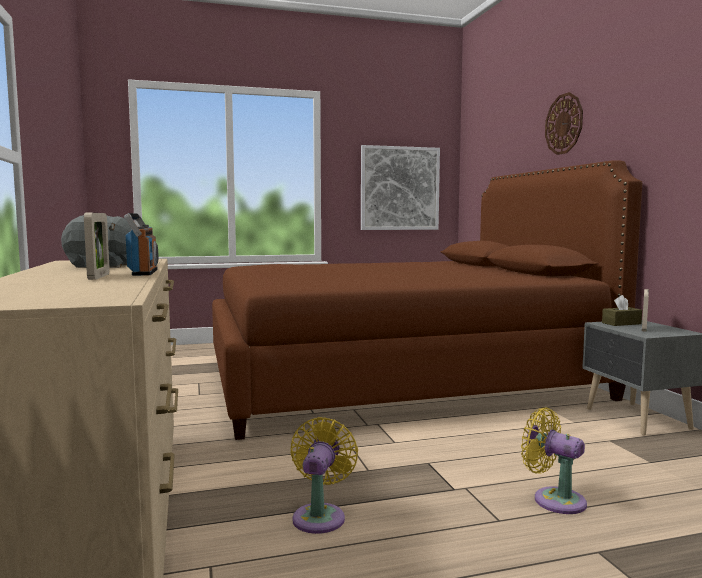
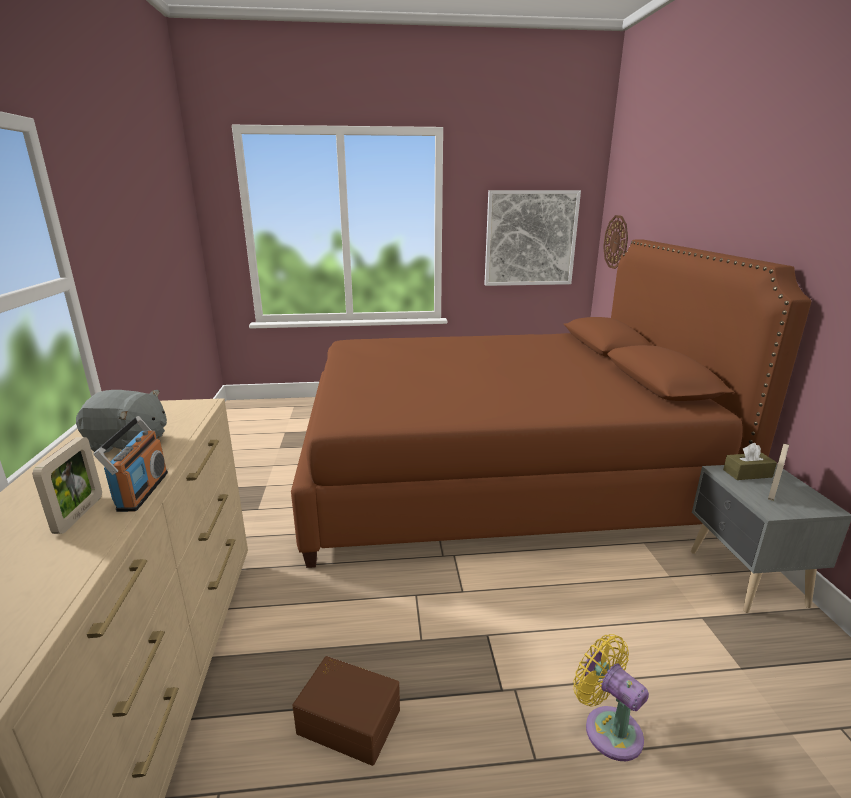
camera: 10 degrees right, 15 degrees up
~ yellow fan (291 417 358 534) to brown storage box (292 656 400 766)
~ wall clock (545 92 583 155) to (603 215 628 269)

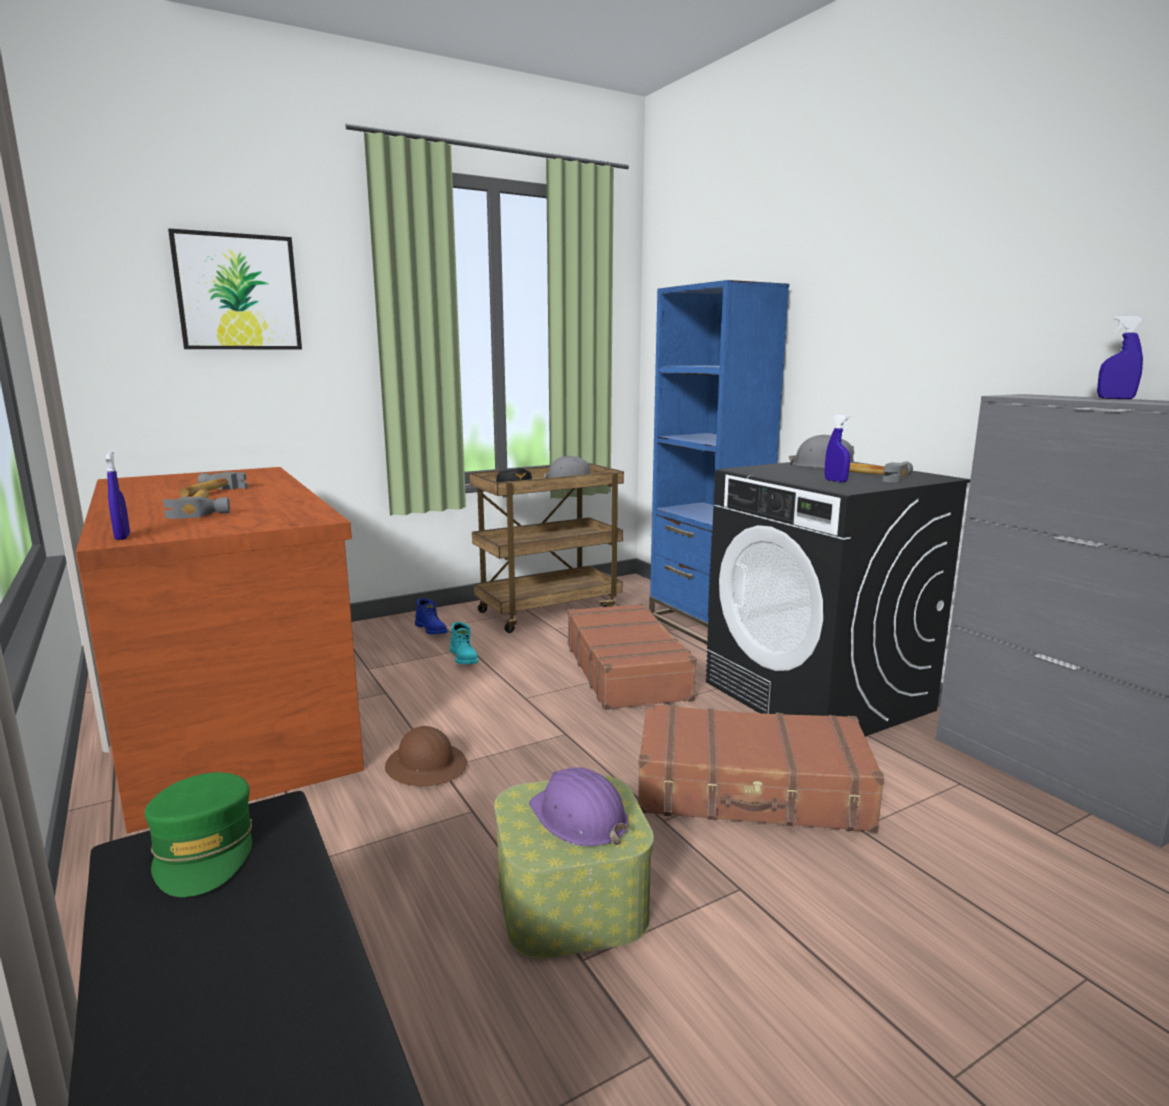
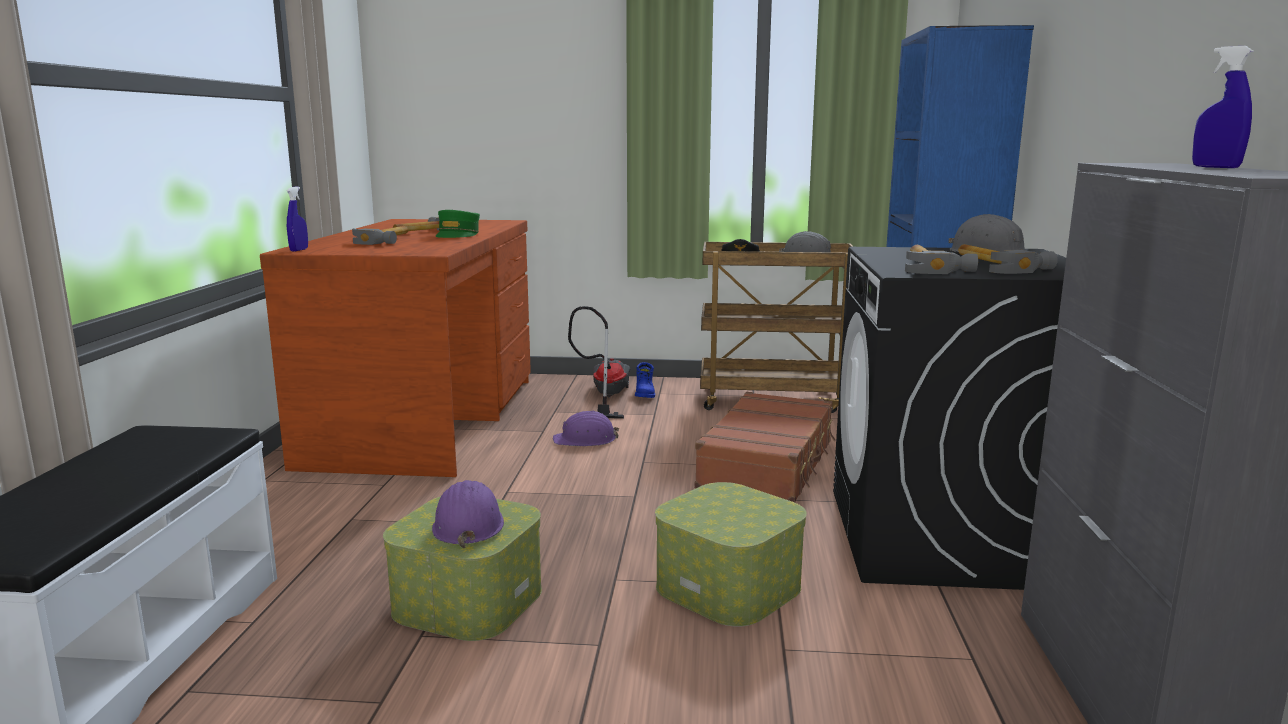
camera: 35 degrees right, 0 degrees up
~ green cap (145 772 252 897) to (435 210 480 238)
- picture (168 228 302 350)
- brown hard hat (385 726 467 787)
- turquoise boot (450 622 478 664)
~ brown suitcase (638 703 884 833) to storage box (655 482 807 627)
~ blue spray bottle (825 414 851 482) to hammer (905 245 978 274)
+ purple hard hat (553 410 619 446)
+ vacuum cleaner (568 306 631 419)

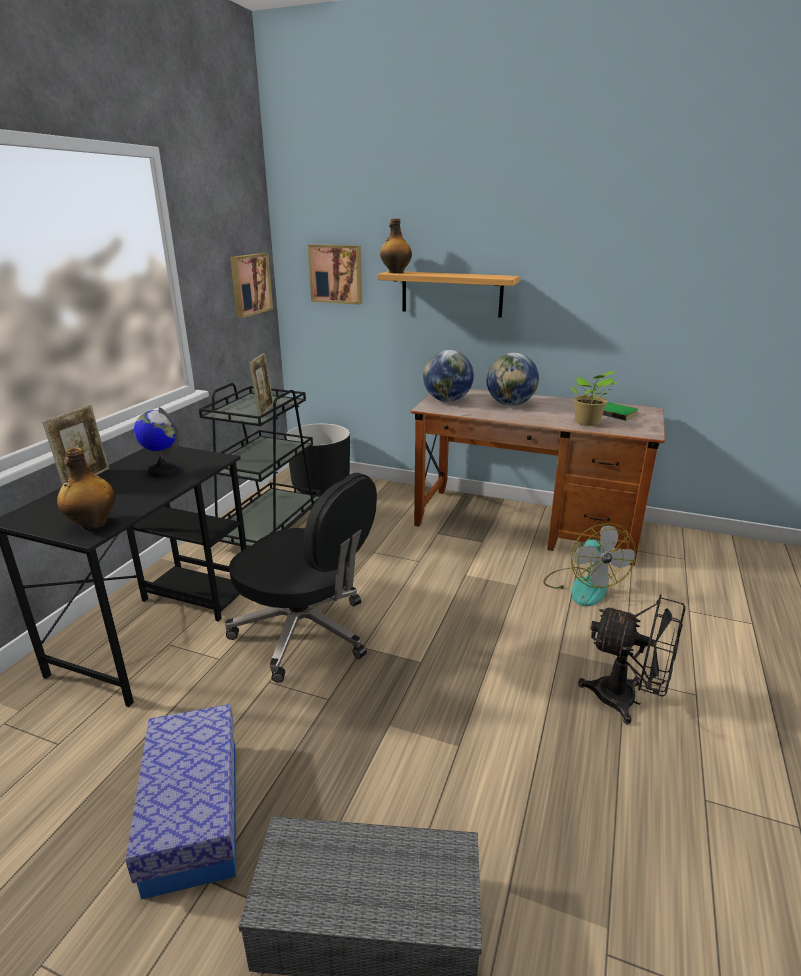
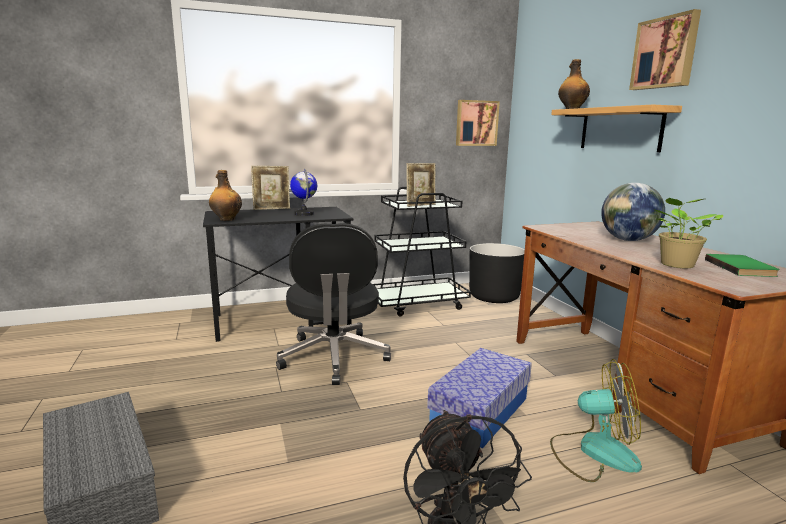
camera: 50 degrees right, 10 degrees down
~ storage box (126 704 236 899) to (427 348 532 449)
~ picture (308 244 362 305) to (629 9 701 90)
- globe (423 350 474 402)
~ fan (543 523 636 606) = (550 359 642 482) 120 degrees counterclockwise

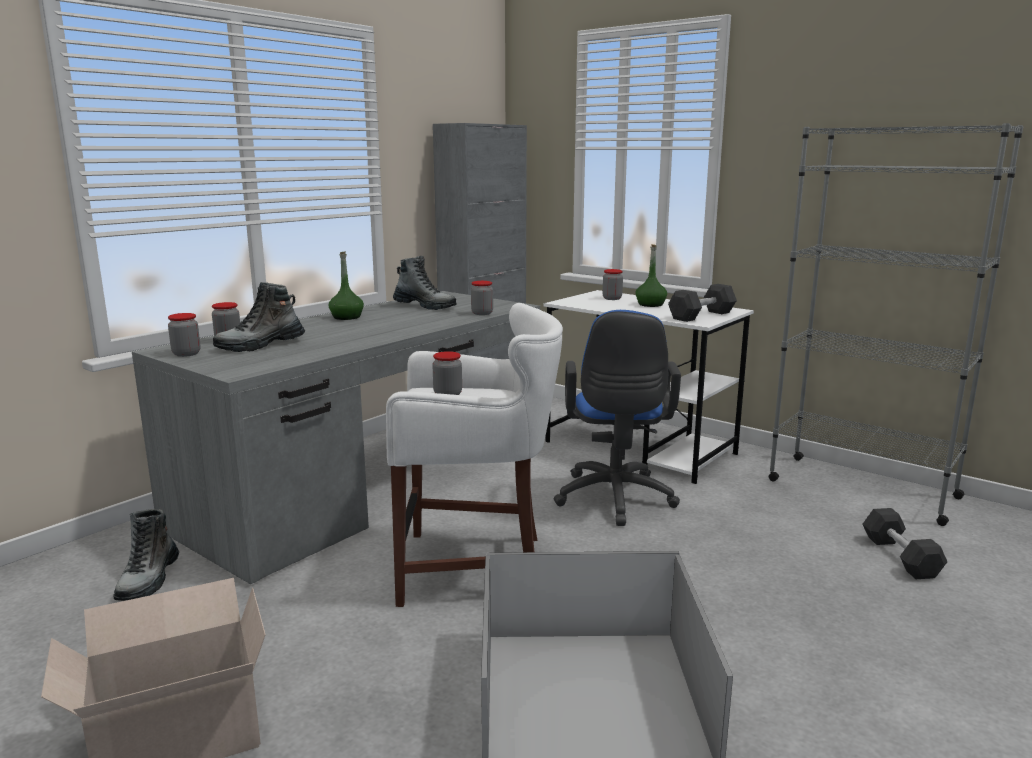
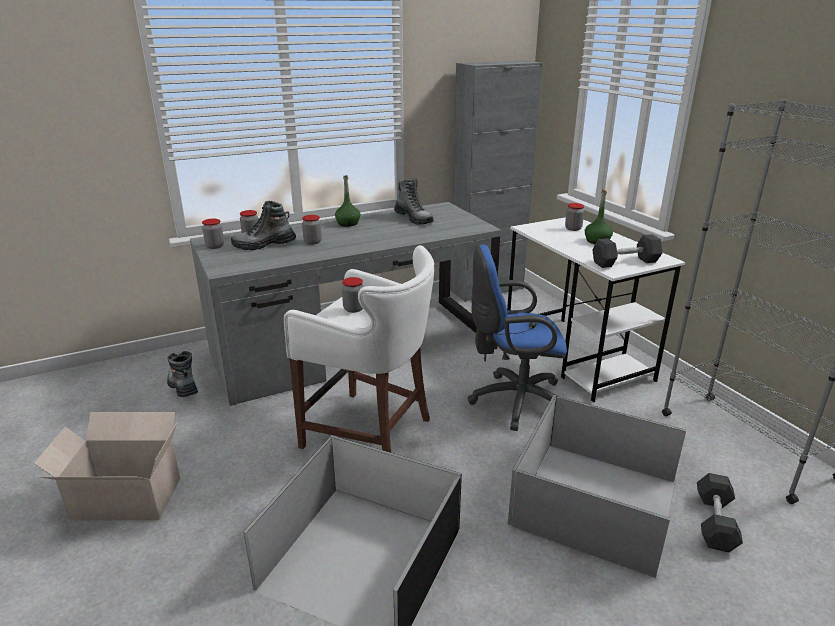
camera: 25 degrees right, 10 degrees up
~ boot (114 509 179 601) = (167 351 198 397) 120 degrees clockwise
~ jar (471 281 493 315) to (302 215 322 244)
~ blue office chair (554 310 681 526) = (468 245 567 431) 60 degrees clockwise
+ grey storage box (508 395 686 578)

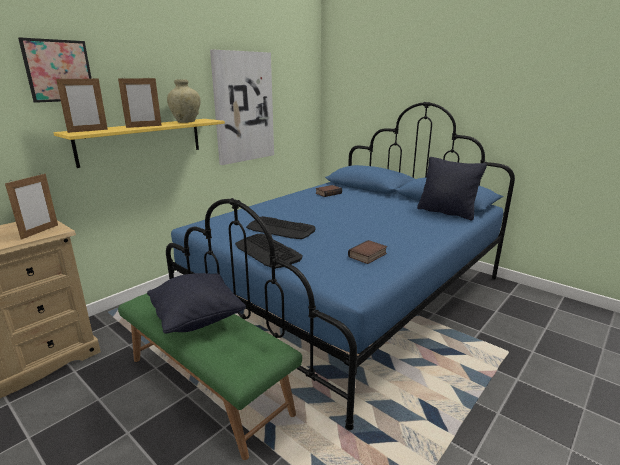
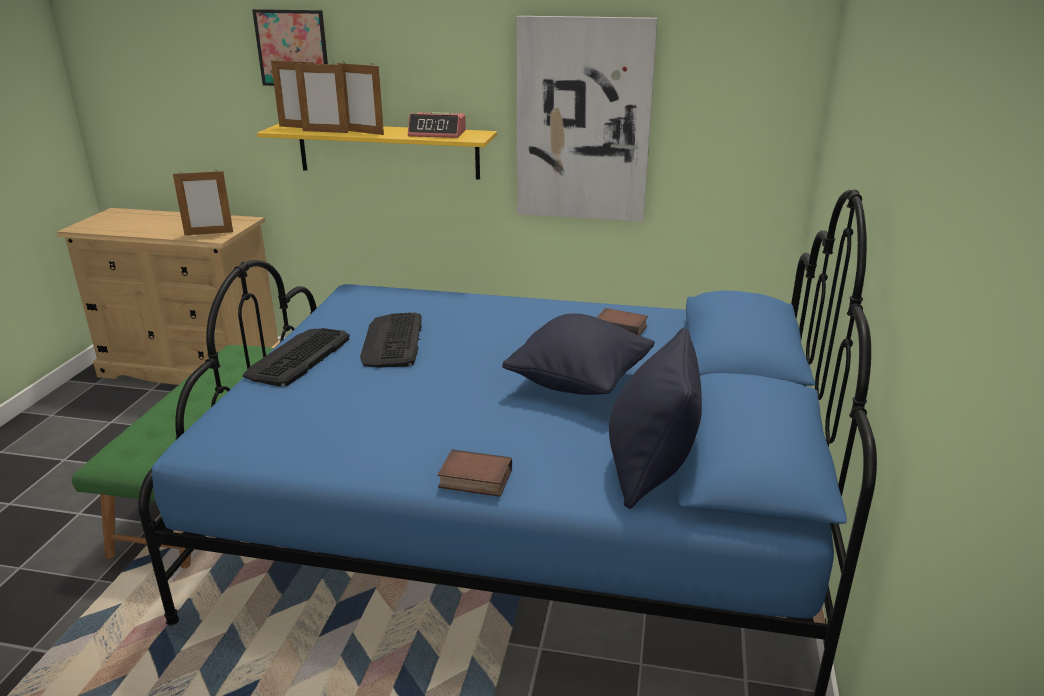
camera: 60 degrees right, 5 degrees up
~ black pillow (147 273 246 334) to (502 313 655 395)
~ beige vase (167 79 201 123) to alarm clock (408 112 466 138)
~ book (348 240 387 264) to (438 449 512 497)
+ picture frame (295 61 348 133)

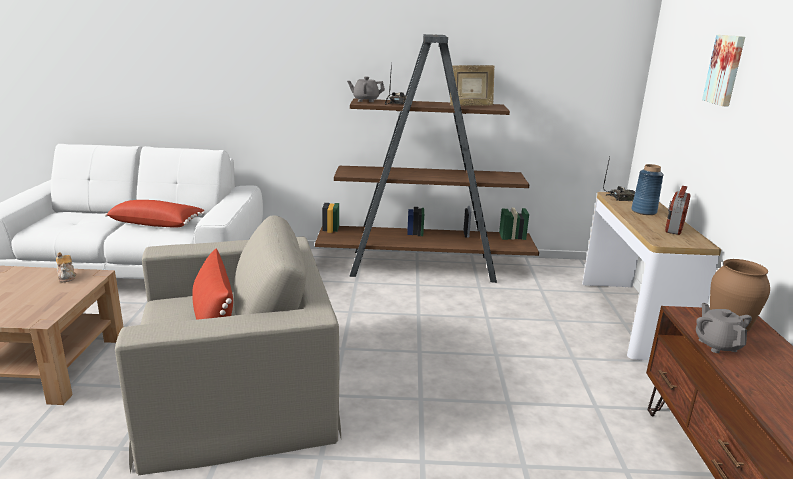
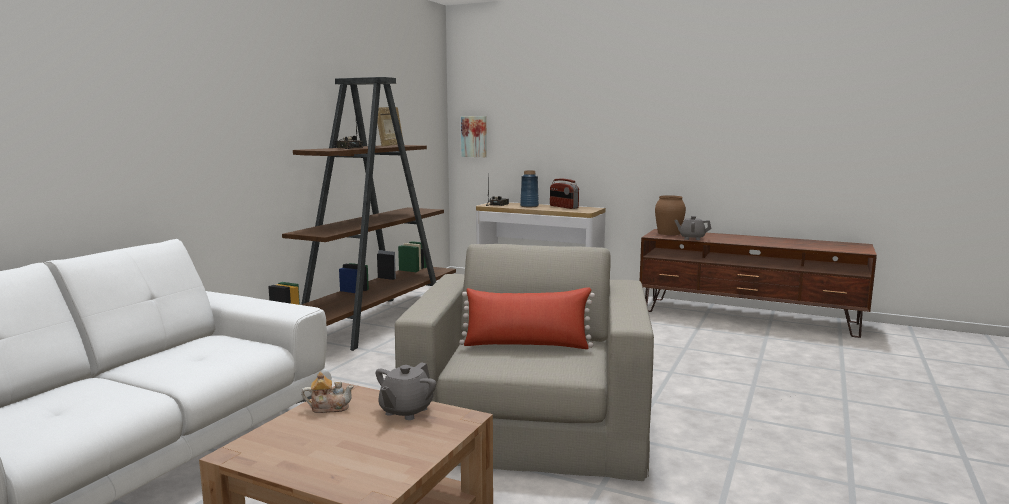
camera: 65 degrees left, 10 degrees down
- red pillow (105 200 205 227)
~ grey teapot (347 77 385 102) to (375 362 436 420)
~ picture (702 35 745 106) to (461 116 487 157)

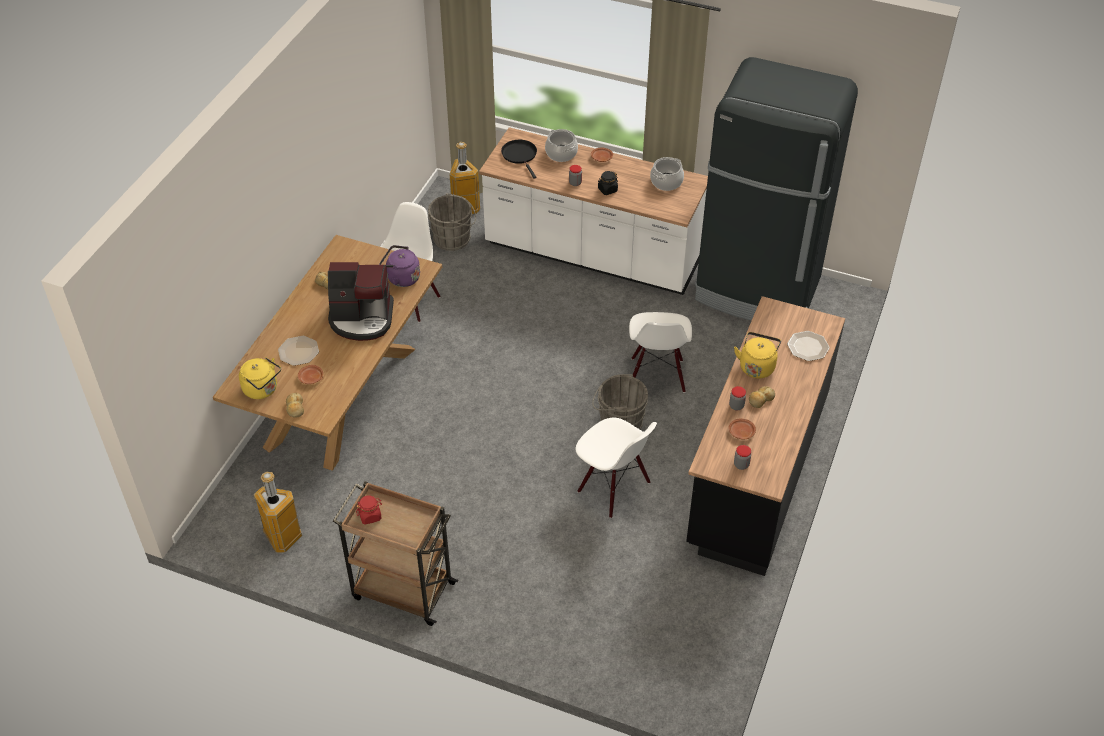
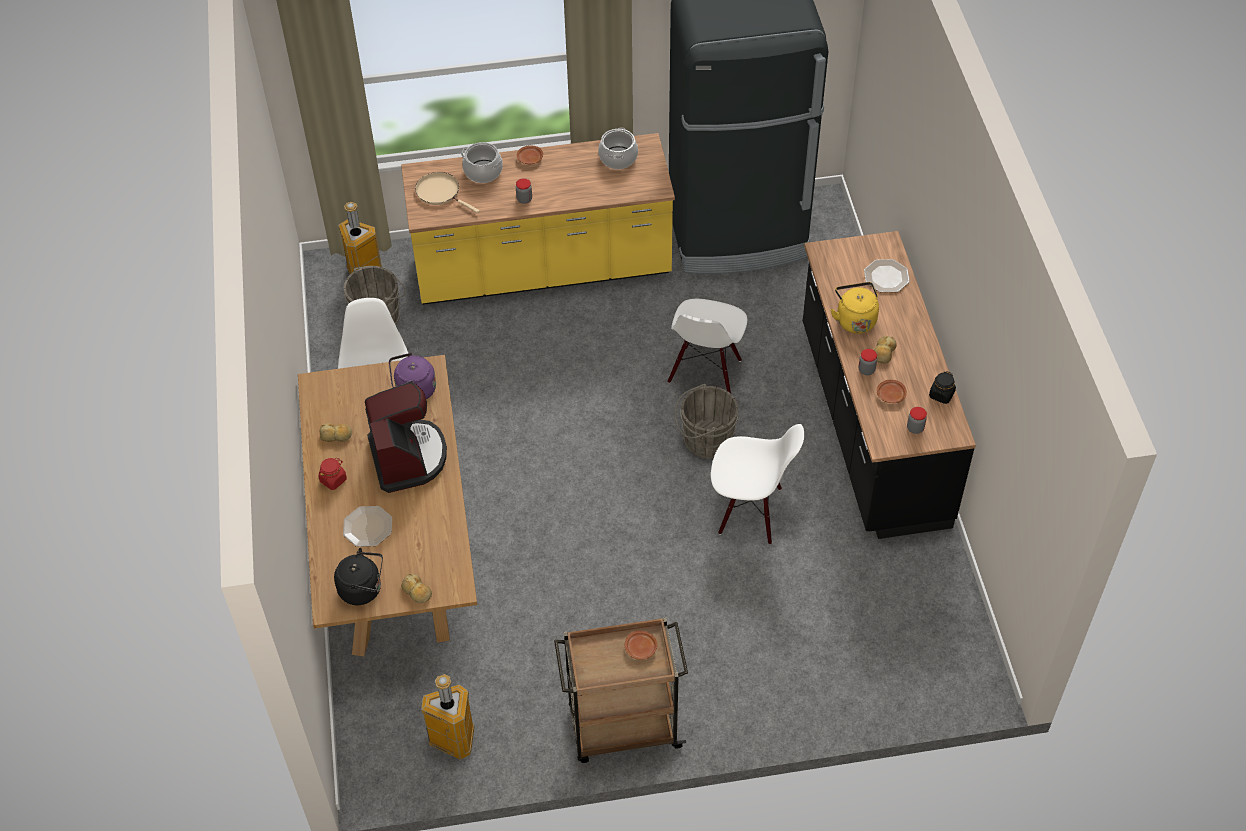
camera: 30 degrees left, 5 degrees up
~ yellow kettle (239 357 281 399) to black kettle (334 548 383 605)
~ brown plate (298 365 323 384) to (625 631 657 660)
~ coffee machine (328 262 394 341) = (365 382 447 493) 75 degrees counterclockwise
~ red jar (356 495 382 525) to (319 458 347 490)
~ white counter (479 127 708 295) to yellow counter (401 133 675 305)
~ black frying pan (501 140 537 179) to beige frying pan (415 172 480 214)
~ black jar (598 171 618 195) to (929 371 956 404)
~ white chair (629 312 692 393) = (667 299 747 393) 45 degrees clockwise

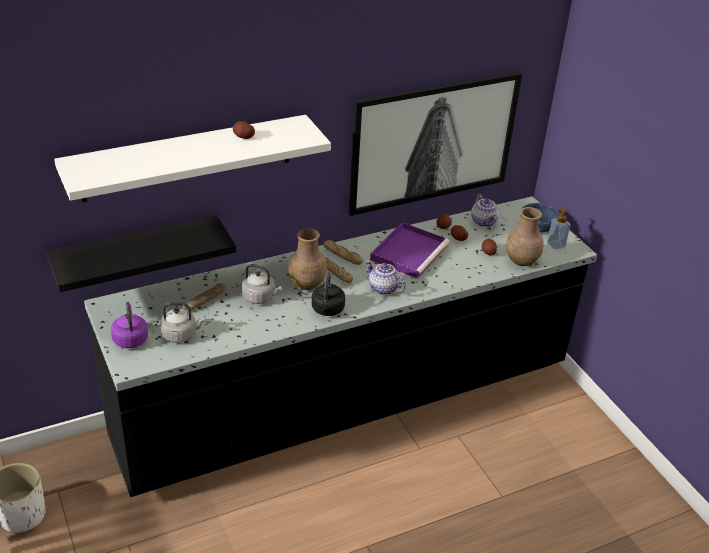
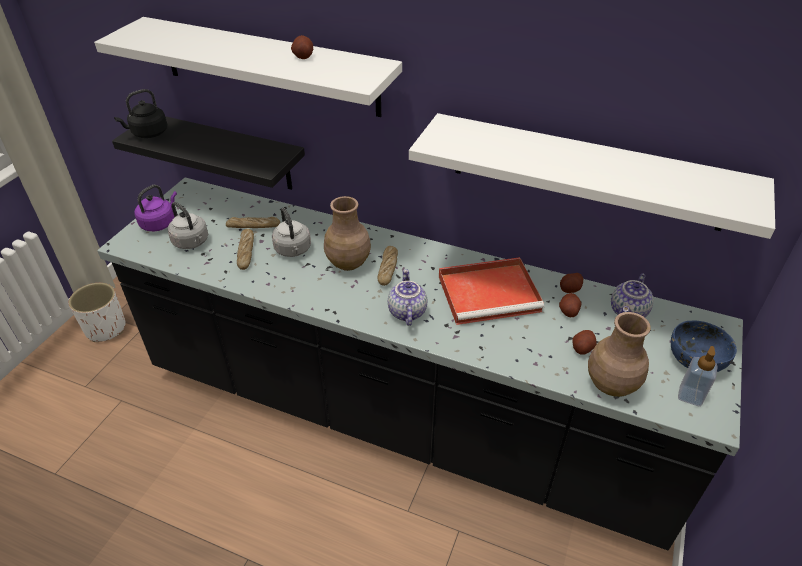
camera: 50 degrees right, 5 degrees up
~ black kettle (312 272 345 316) to (114 89 167 138)
~ bread (323 240 363 265) to (237 229 254 270)
~ picture (348 72 523 216) to white shelf (409 113 775 239)
~ purple tray (370 222 449 279) to red tray (439 257 544 325)

